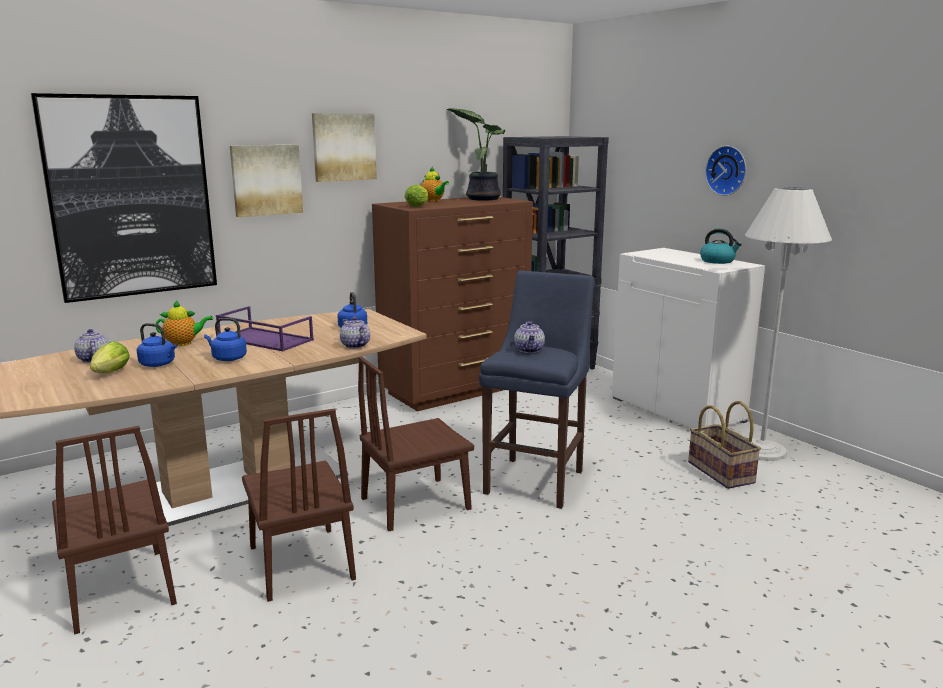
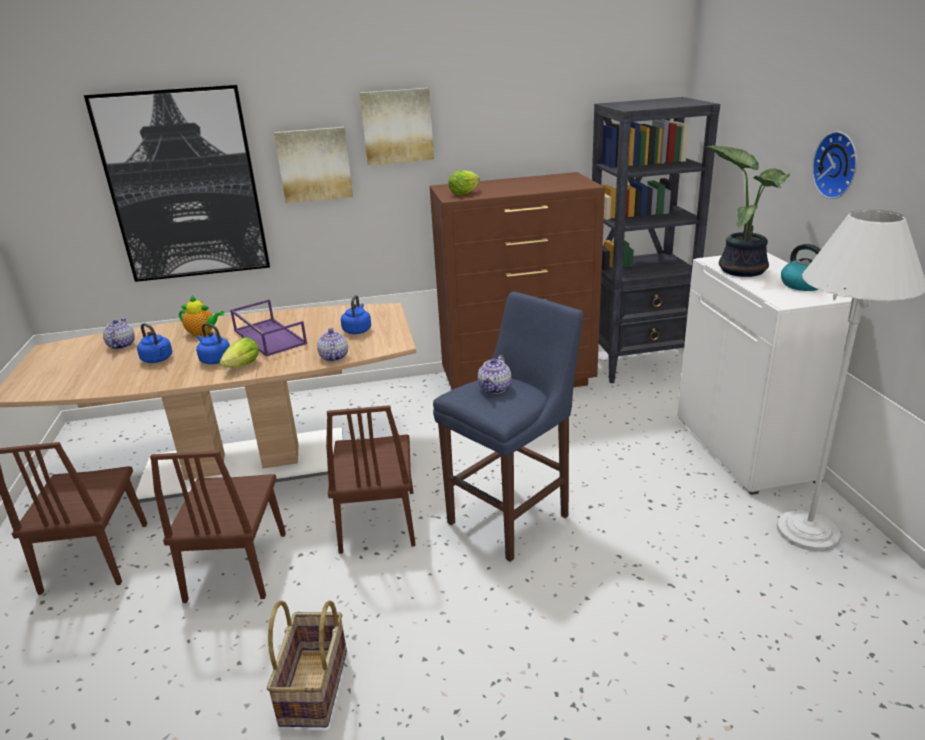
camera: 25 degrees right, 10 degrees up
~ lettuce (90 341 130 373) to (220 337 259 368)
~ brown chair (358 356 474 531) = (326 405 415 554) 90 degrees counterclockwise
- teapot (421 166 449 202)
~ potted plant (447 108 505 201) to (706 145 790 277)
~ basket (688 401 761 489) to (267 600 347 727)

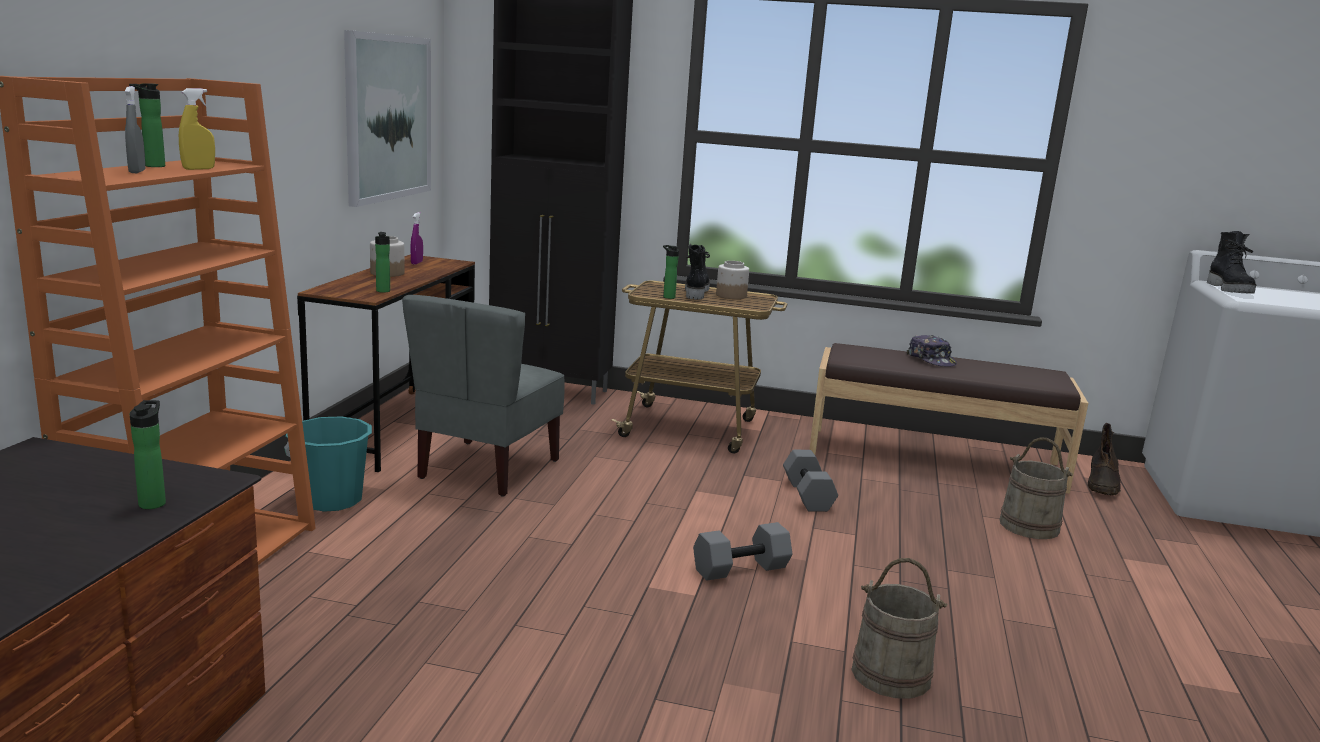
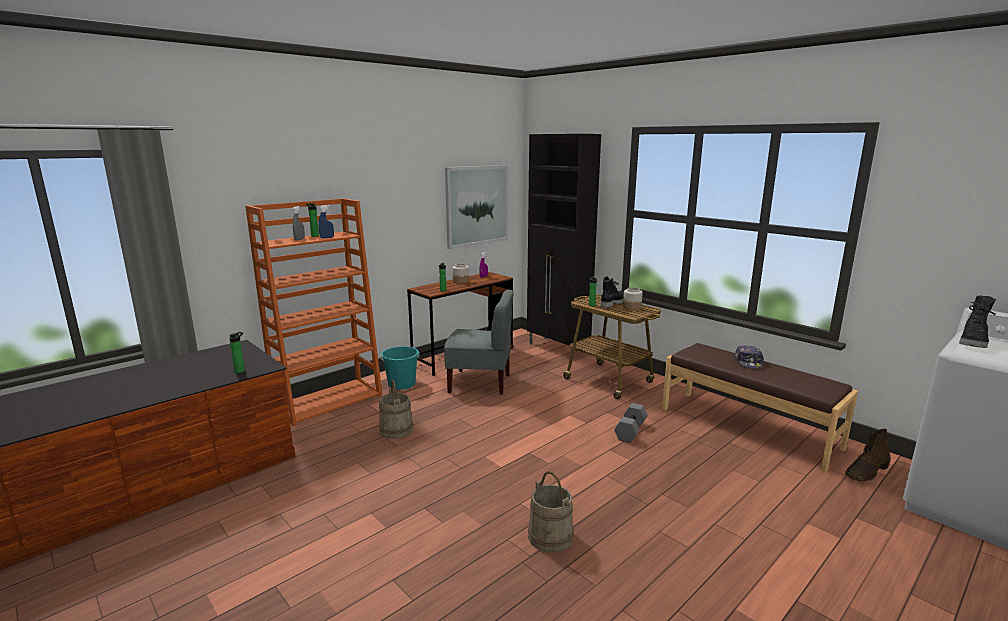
camera: 35 degrees right, 0 degrees up
~ yellow spray bottle (179 88 215 170) to blue spray bottle (318 205 334 238)
~ grey chair (402 295 565 496) = (444 290 514 395) 135 degrees counterclockwise
- grey dumbbell (693 522 792 581)
~ beige bucket (999 438 1073 539) to (379 380 413 439)

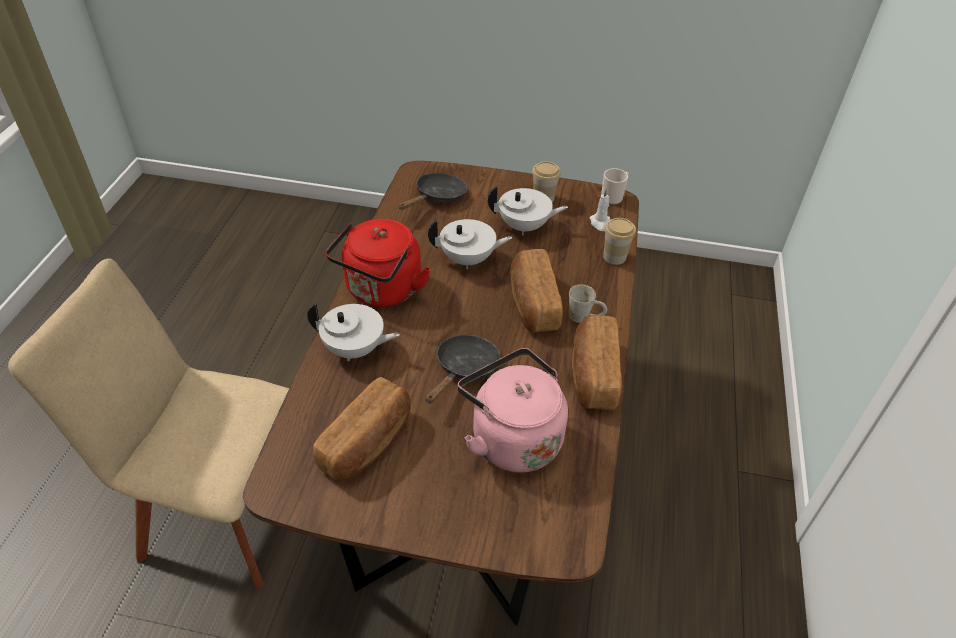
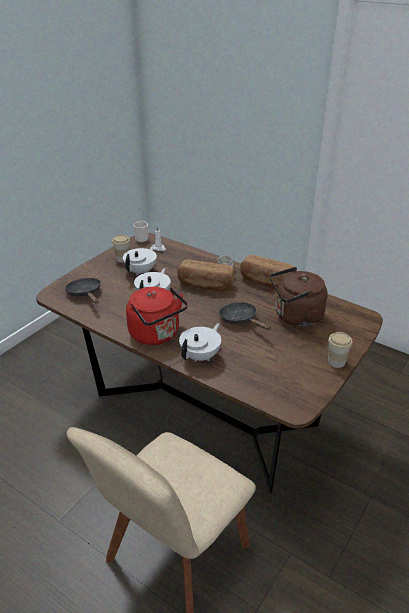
camera: 65 degrees left, 10 degrees down
- bread (313 377 411 481)
~ pink kettle (457 348 568 473) to brown kettle (270 267 328 327)
~ cup (603 218 636 265) to (328 332 352 368)

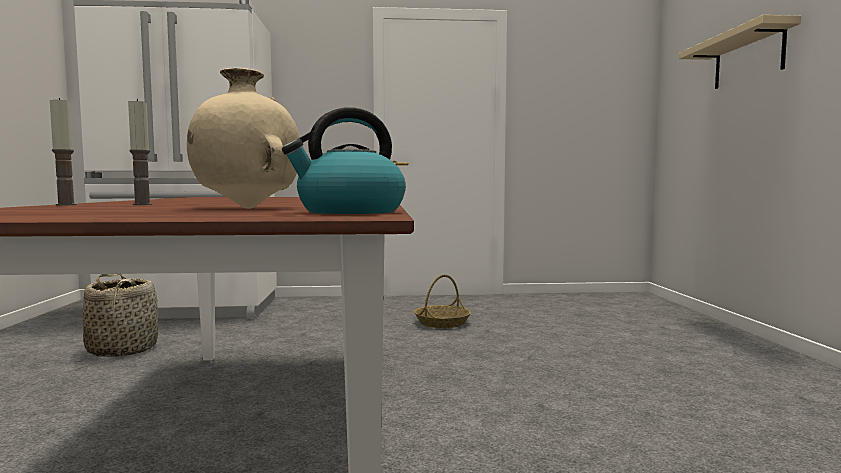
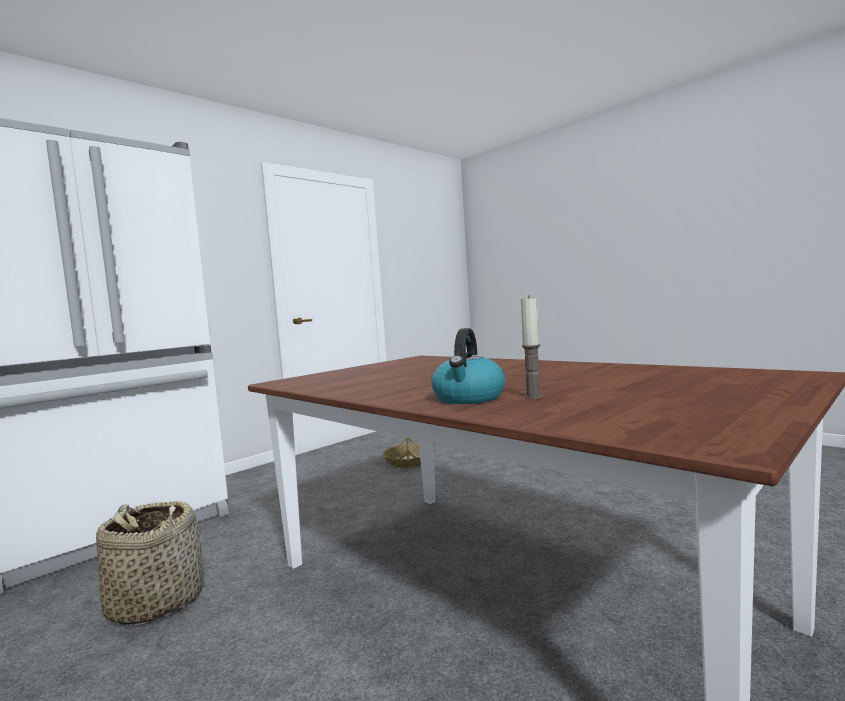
camera: 40 degrees left, 0 degrees up
- candle (50 98 77 205)
- beige vase (187 68 300 209)
~ kettle (282 107 406 214) to (431 328 505 404)
- beige shelf (679 15 801 89)

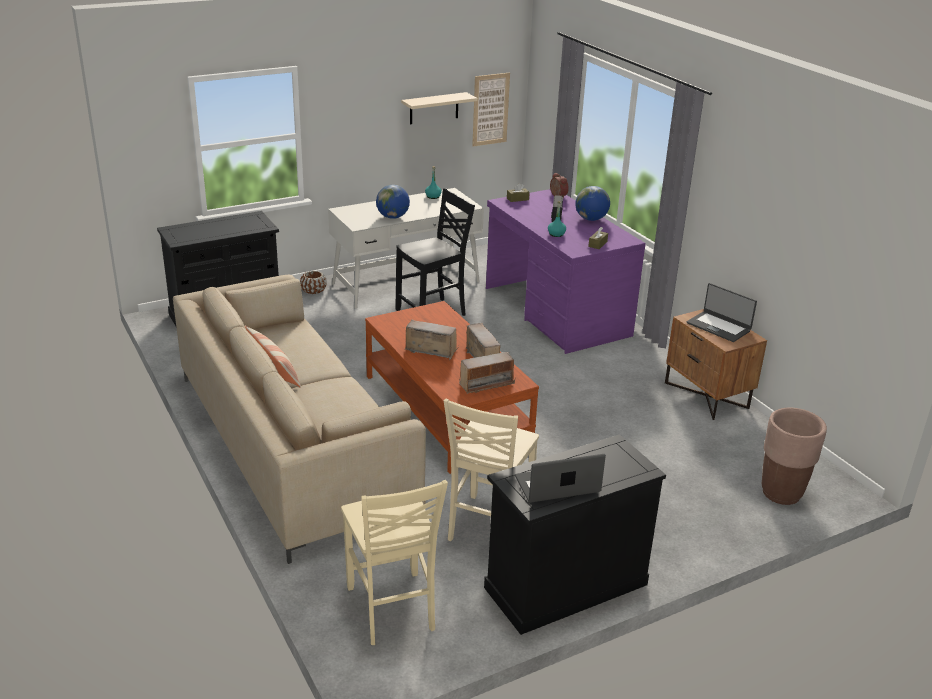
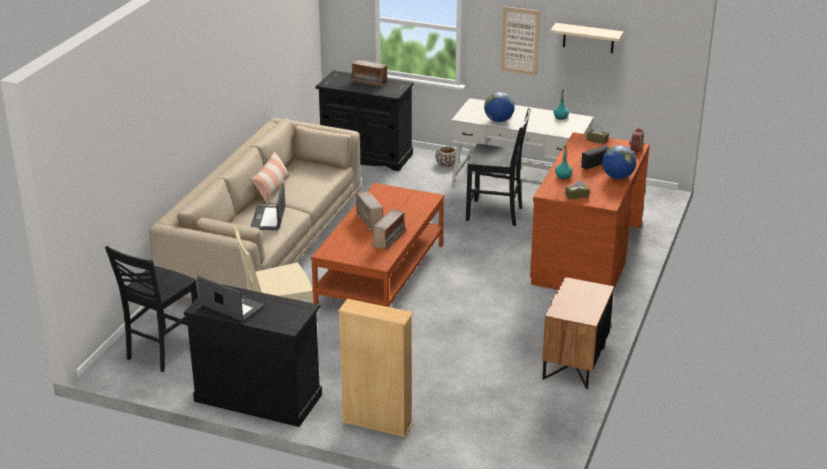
camera: 50 degrees right, 0 degrees up
~ beige chair (341 480 448 645) to black chair (105 246 198 372)
~ radio (459 352 515 393) to (350 59 388 87)
~ picture (472 72 510 147) to (501 6 540 75)
~ purple desk (486 189 646 354) to brown desk (530 132 650 290)
~ laptop (687 283 757 342) to (251 182 286 230)
- brown planter (762 408 827 505)
+ beige bookcase (338 299 413 437)

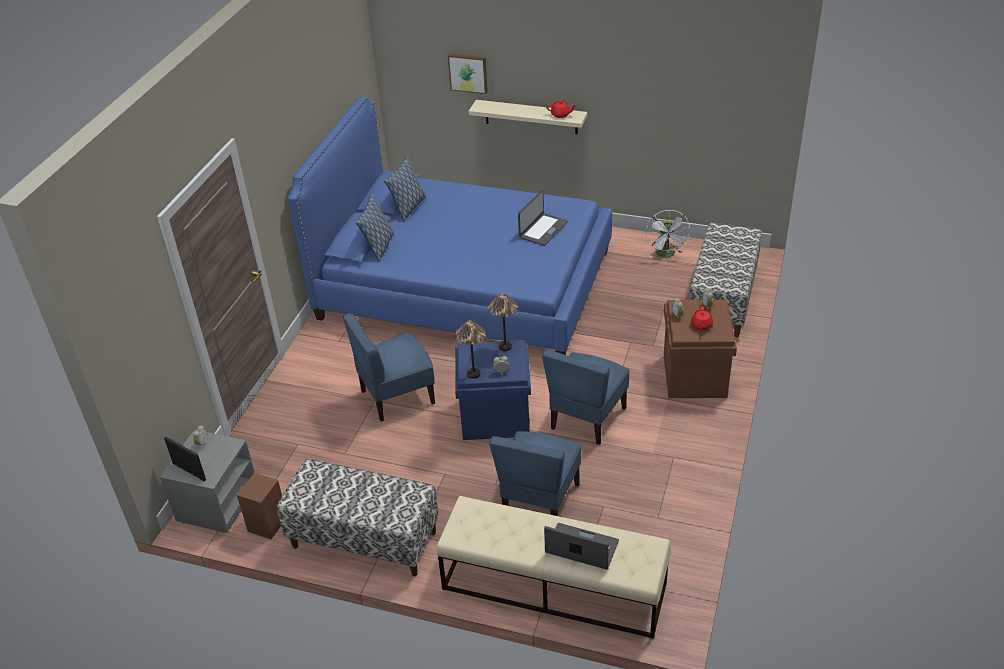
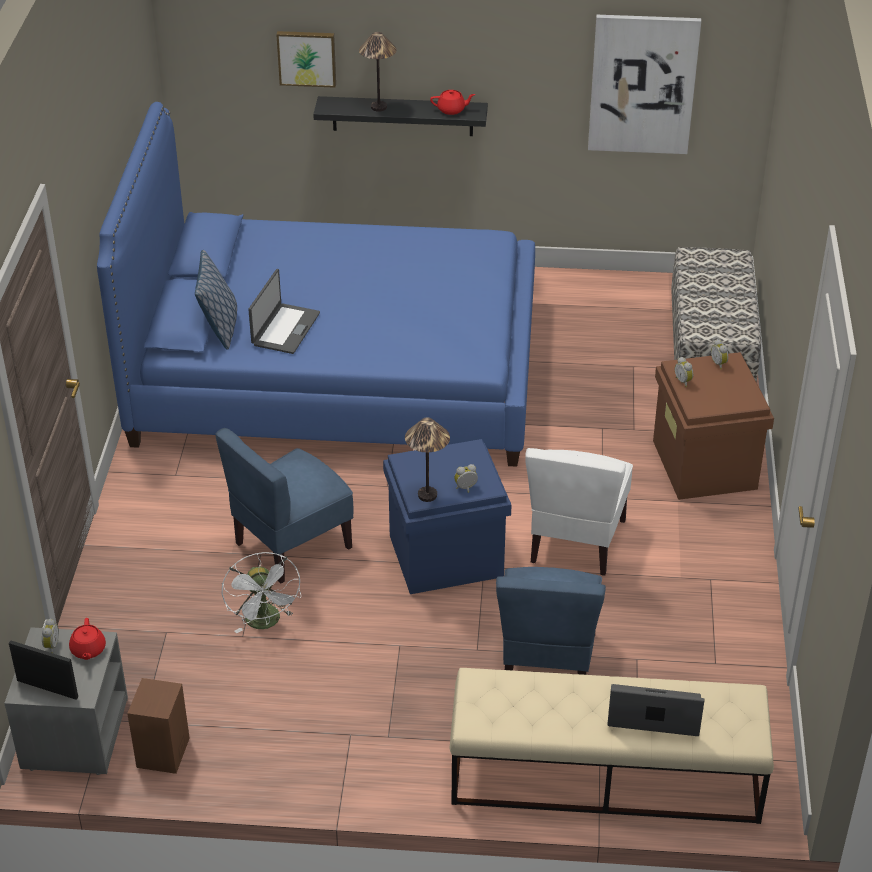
camera: 15 degrees left, 0 degrees up
- bench (277 459 439 576)
- pillow (384 157 426 221)
~ beige shelf (469 100 587 134) to black shelf (313 96 488 136)
~ table lamp (488 294 518 351) to (359 32 397 112)
~ laptop (518 190 568 246) to (248 269 320 354)
~ blue chair (542 350 630 445) to white chair (525 448 633 576)
~ white fan (645 210 690 258) to (222 552 301 634)
~ red teapot (691 306 713 330) to (69 618 106 660)
+ picture (588 15 701 154)

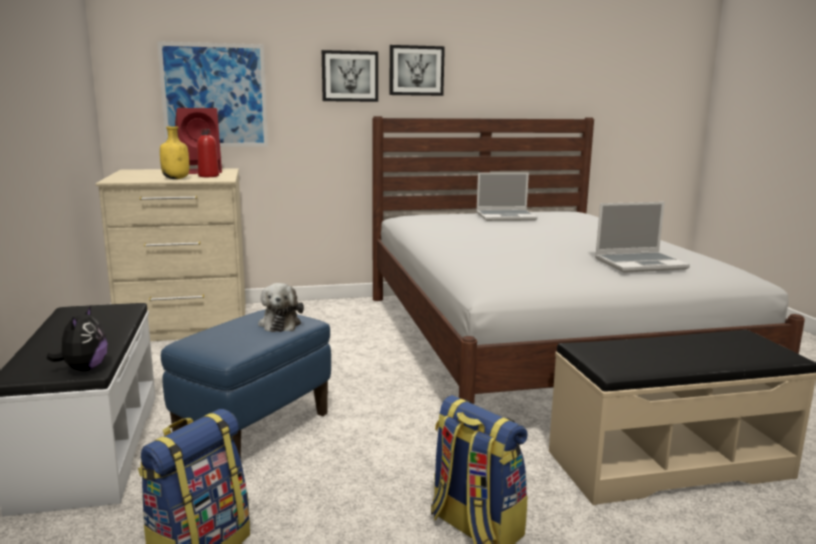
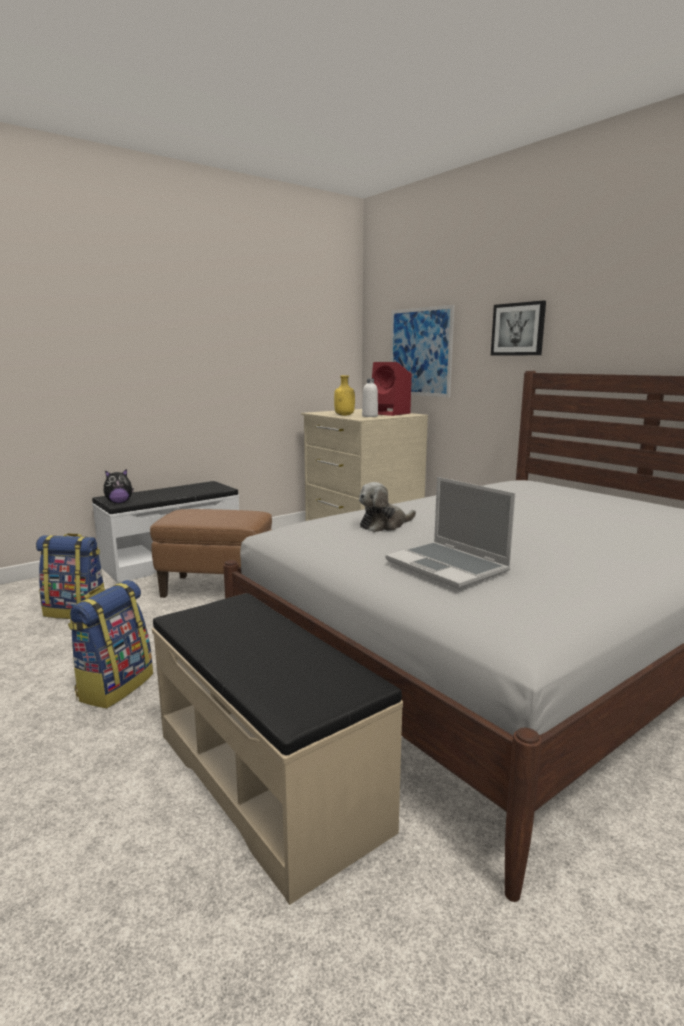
camera: 65 degrees right, 0 degrees up
~ blue ottoman (161 310 331 460) to brown ottoman (150 509 272 598)
~ red bottle (197 129 219 177) to white bottle (362 378 378 417)
~ plush toy (258 283 304 332) to (359 482 416 532)
- picture (390 45 445 96)
- laptop (476 172 538 221)

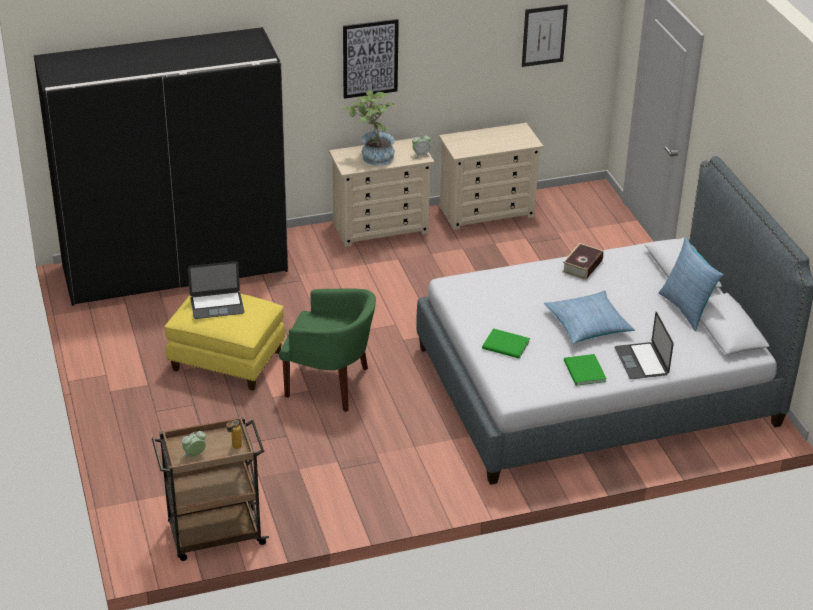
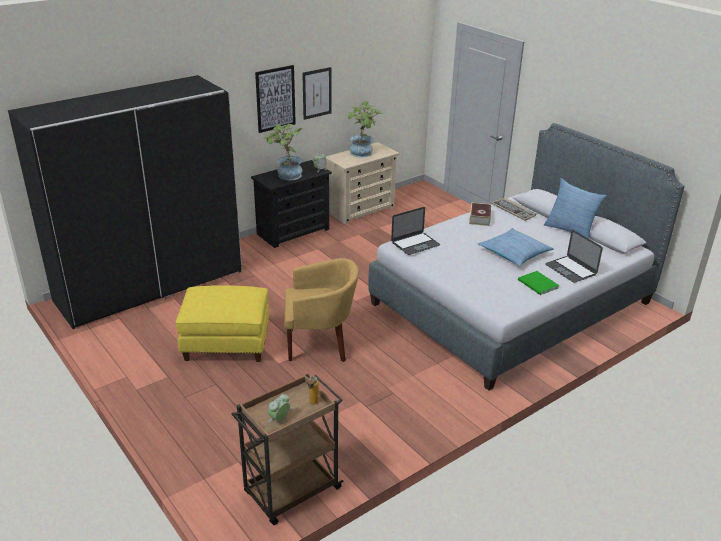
camera: 20 degrees left, 5 degrees down
~ laptop (188 261 244 319) to (391 207 440 255)
~ green armchair (279 289 376 412) to yellow armchair (284 258 359 362)
~ beige dresser (329 137 434 247) to black dresser (251 160 332 248)
- green book (482 328 530 359)
~ picture (522 4 568 67) to (302 67 331 120)
+ potted plant (346 101 383 157)
+ keyboard (491 197 537 221)

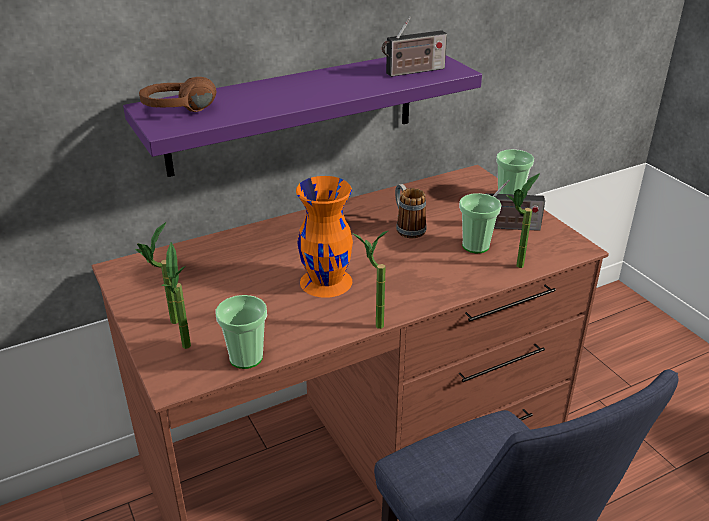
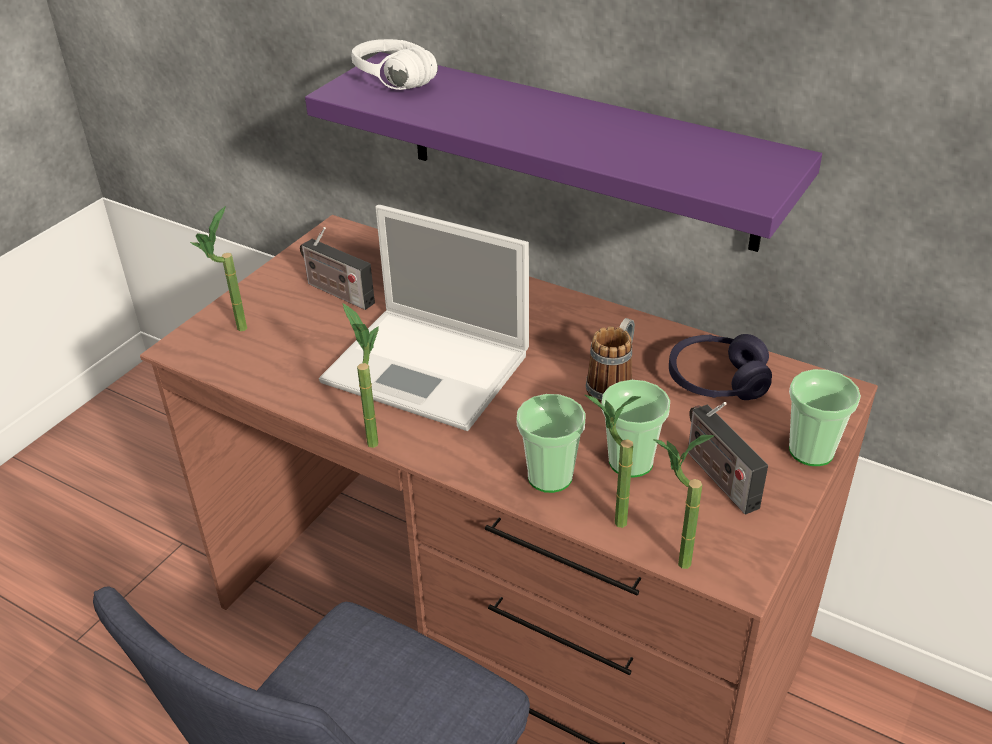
camera: 60 degrees right, 5 degrees up
~ potted plant (135 222 178 324) to (653 435 715 569)
~ brown headphones (139 77 216 112) to white headphones (352 39 438 90)
~ cup (216 295 267 369) to (516 394 586 493)
~ orange vase (296 176 353 298) to laptop (319 205 529 431)
~ radio (382 16 447 77) to (300 227 375 310)
+ purple headphones (669 334 772 400)

